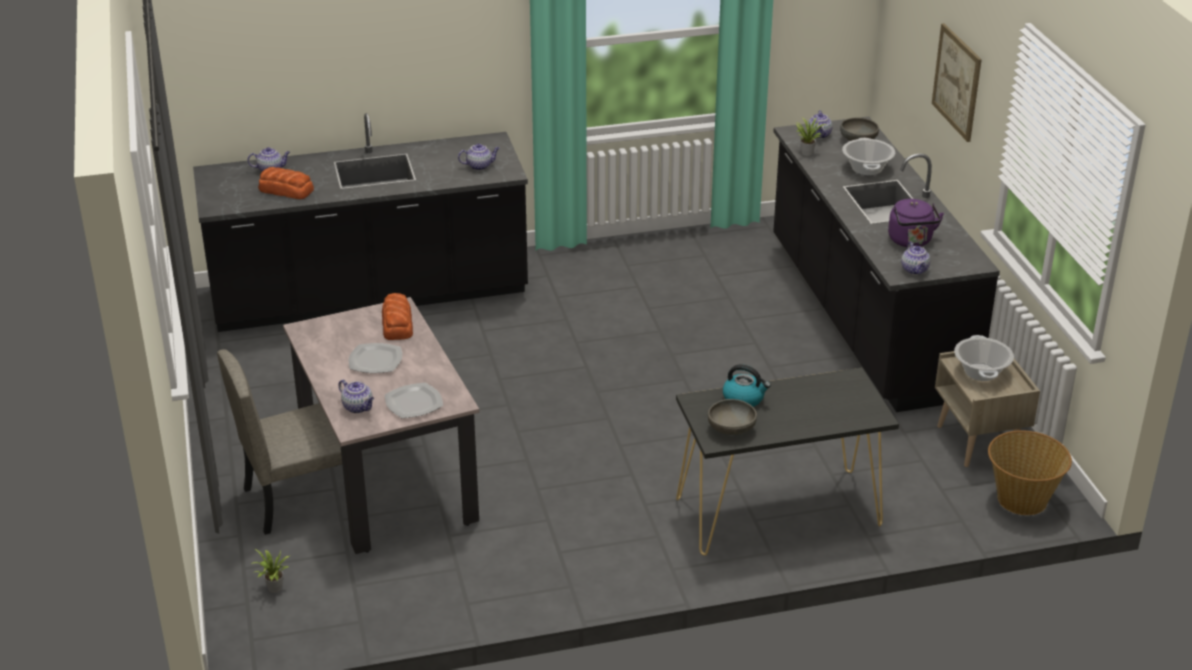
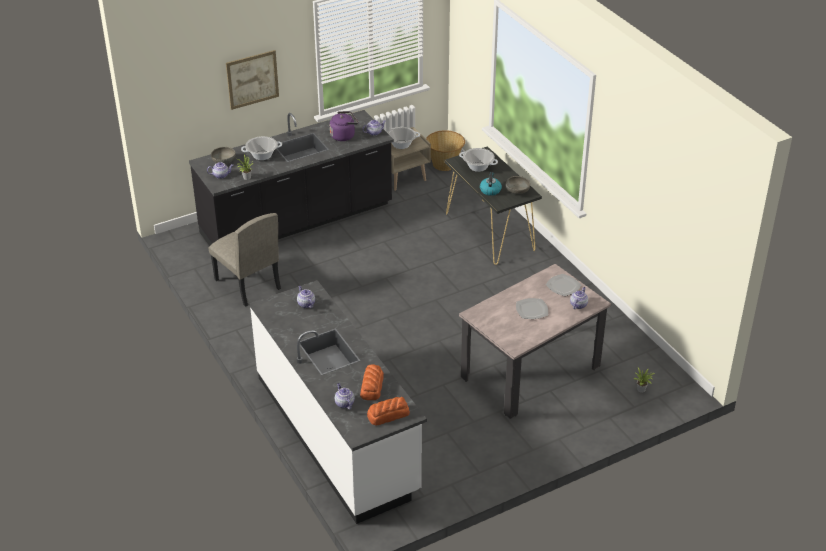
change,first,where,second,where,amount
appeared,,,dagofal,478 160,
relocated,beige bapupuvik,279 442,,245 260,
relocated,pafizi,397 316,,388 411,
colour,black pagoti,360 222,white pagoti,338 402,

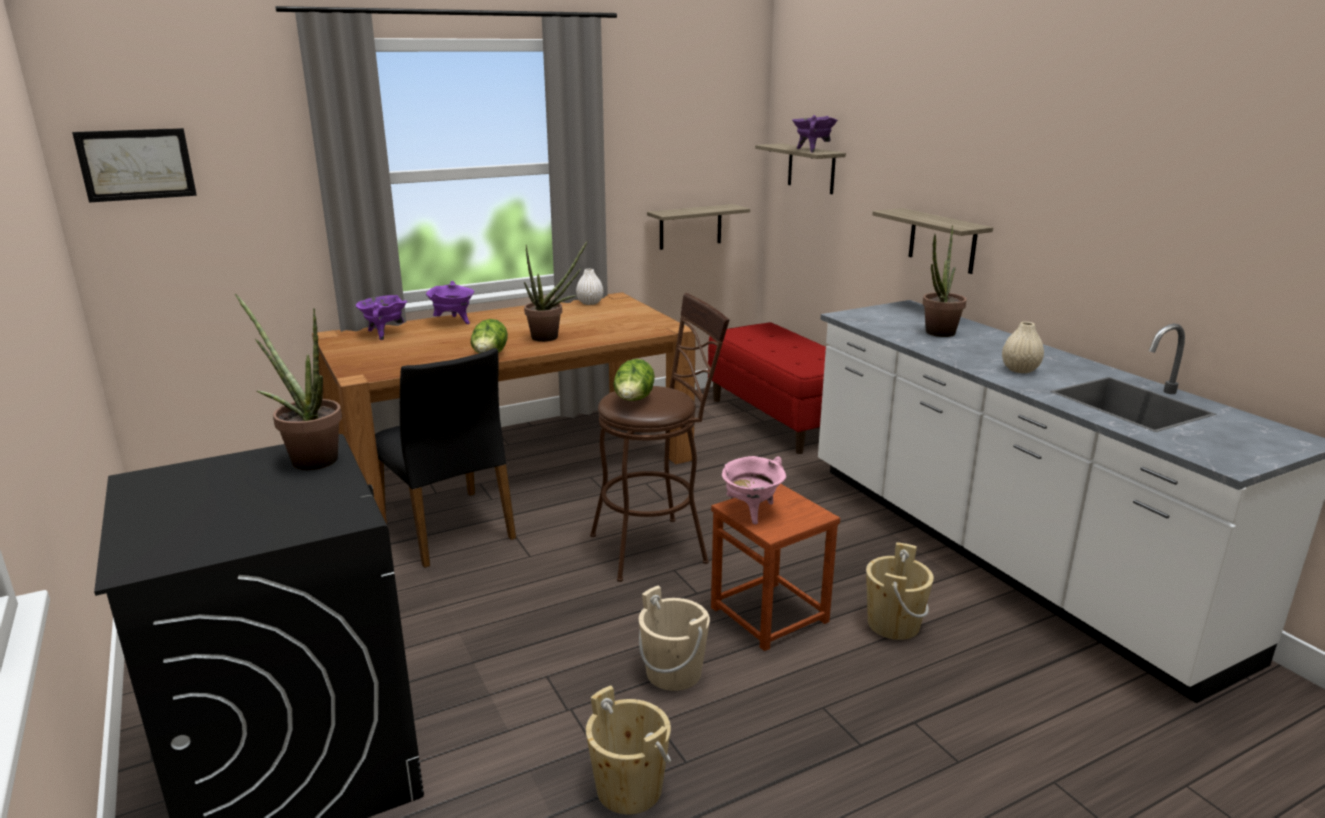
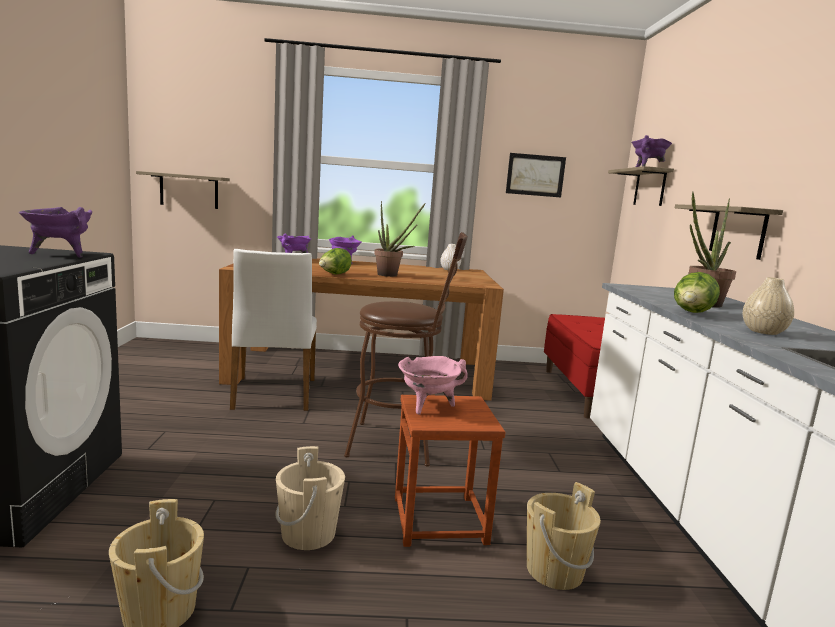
change,first,where,second,where,amount
relocated,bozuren,134 165,,536 175,
relocated,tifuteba,634 380,,697 292,
relocated,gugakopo,698 227,,183 190,
exchanged,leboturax,288 381,purple dagofal,55 232,
colour,black bapupuvik,445 458,white bapupuvik,273 330,

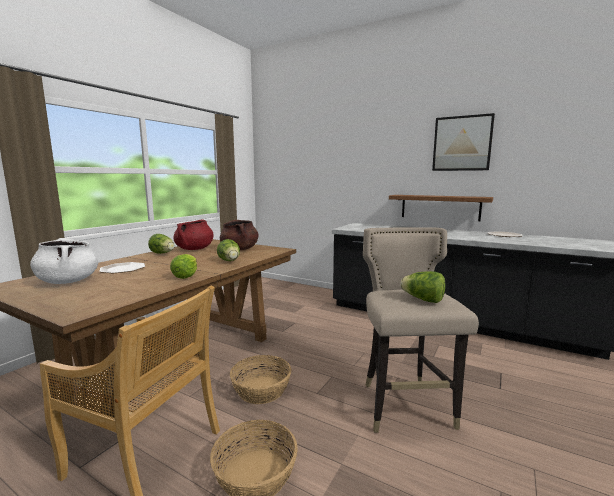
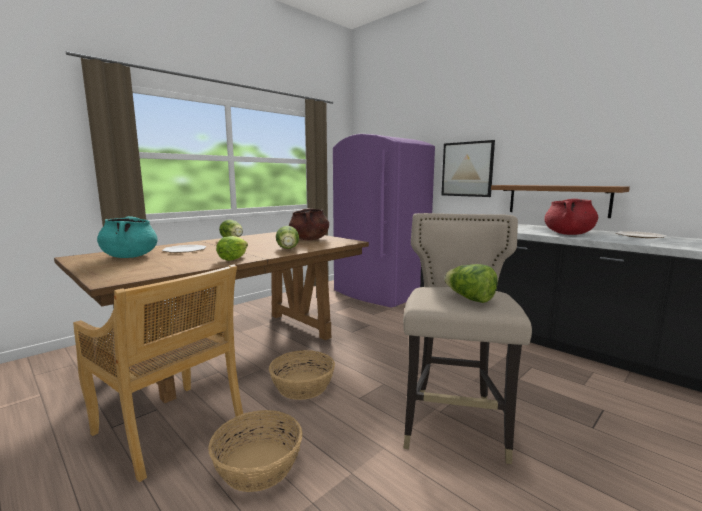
change,first,where,second,where,amount
appeared,,,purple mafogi,384 221,
relocated,red dagofal,193 234,,571 217,
relocated,bozuren,463 142,,468 168,
colour,white dagofal,64 261,turquoise dagofal,127 237,

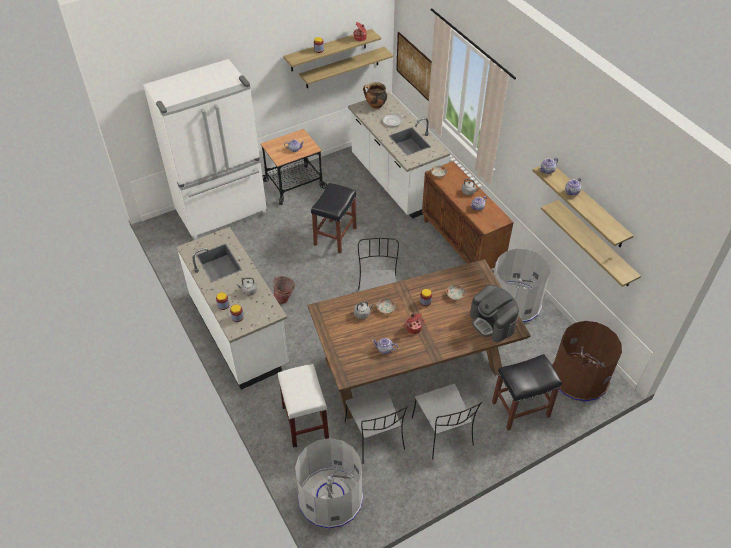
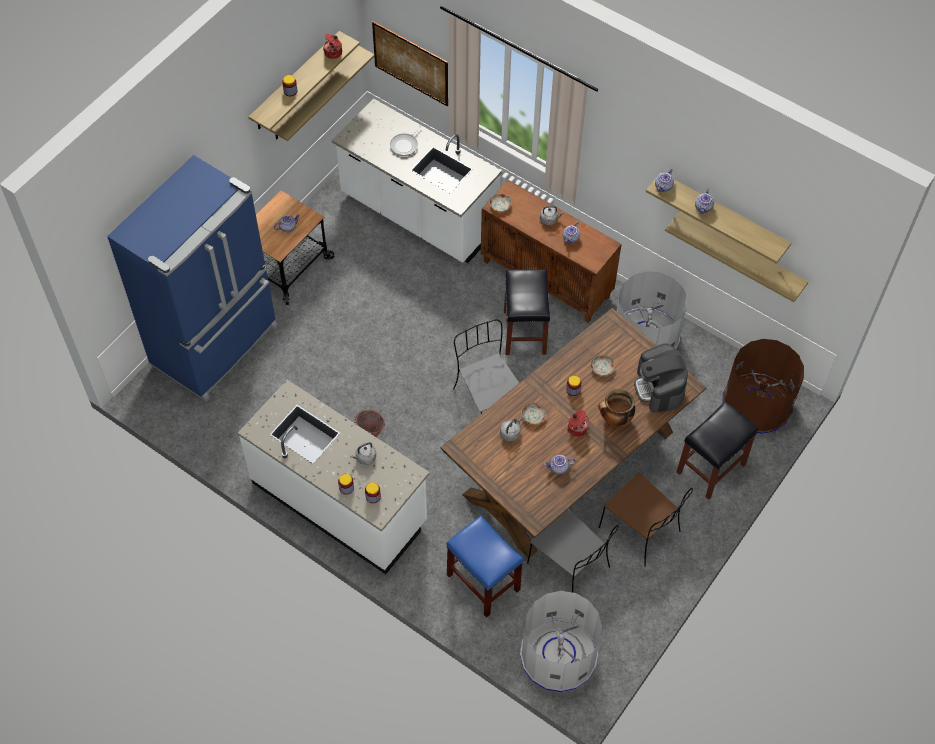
change,first,where,second,where,amount
relocated,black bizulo,334 218,,527 312,
relocated,dagofal,375 95,,616 407,
colour,white mafogi,205 149,blue mafogi,192 278,
colour,white bizulo,303 406,blue bizulo,485 567,
colour,grey bapupuvik,447 422,brown bapupuvik,646 519,
spun,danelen,494 313,,661 378,45 degrees clockwise

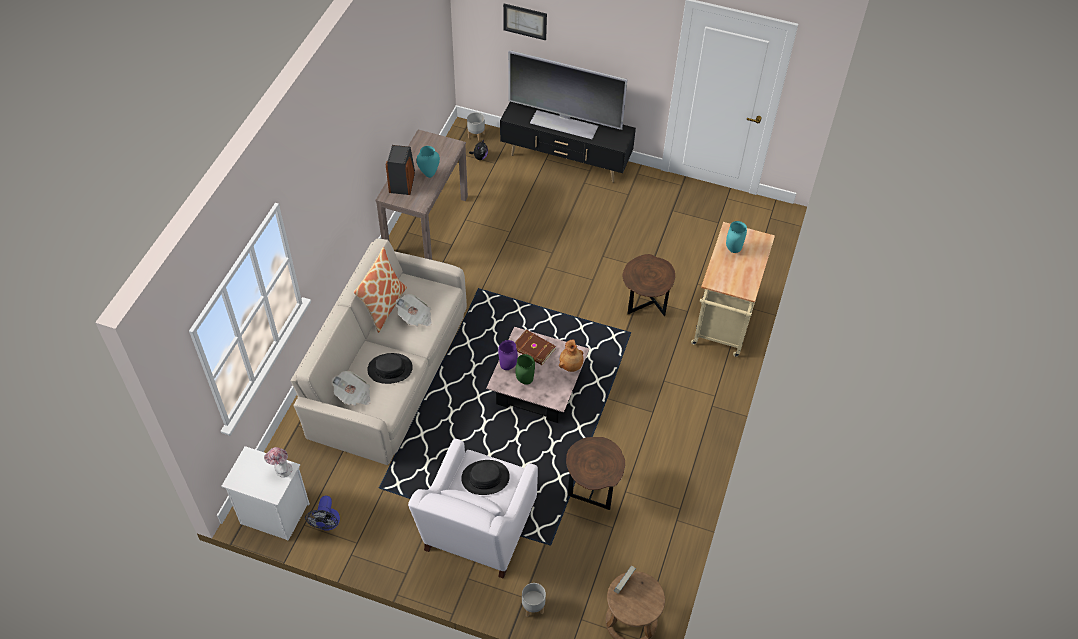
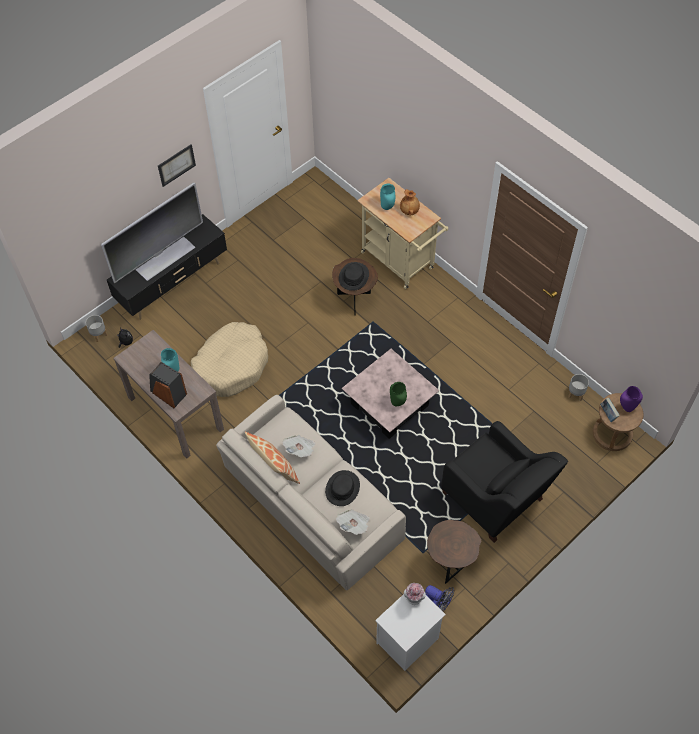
change,first,where,second,where,amount
missing,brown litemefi,535 347,,,
appeared,,,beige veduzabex,229 359,
relocated,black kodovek,485 477,,354 276,
relocated,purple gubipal,508 355,,631 399,
relocated,bozuren,525 22,,177 165,
relocated,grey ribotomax,534 600,,578 387,
relocated,brown gubipal,571 356,,410 202,
relocated,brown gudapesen,595 473,,454 552,
colour,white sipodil,473 509,black sipodil,504 482,

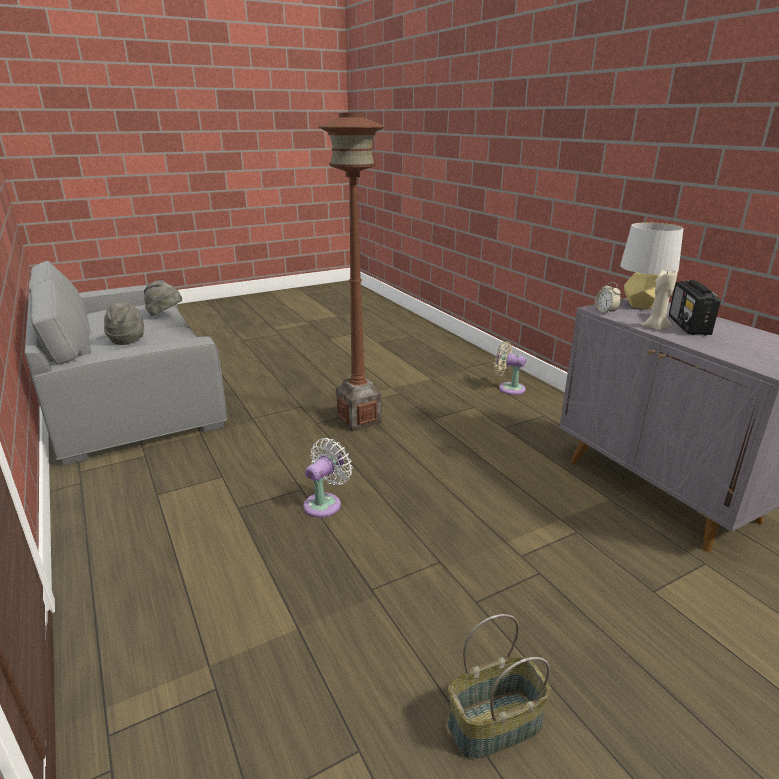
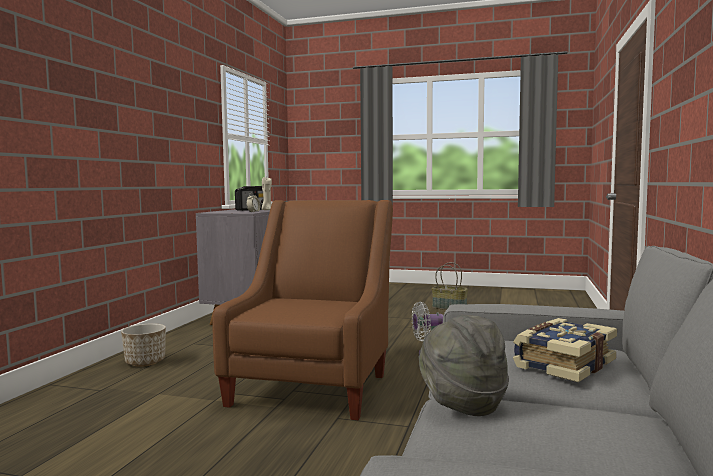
change,first,where,second,where,amount
missing,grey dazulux,651 265,,,
exchanged,grey kodovek,124 323,litemefi,565 350,
exchanged,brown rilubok,351 272,brown sipodil,302 310,
exchanged,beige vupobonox,510 368,ribotomax,143 345,

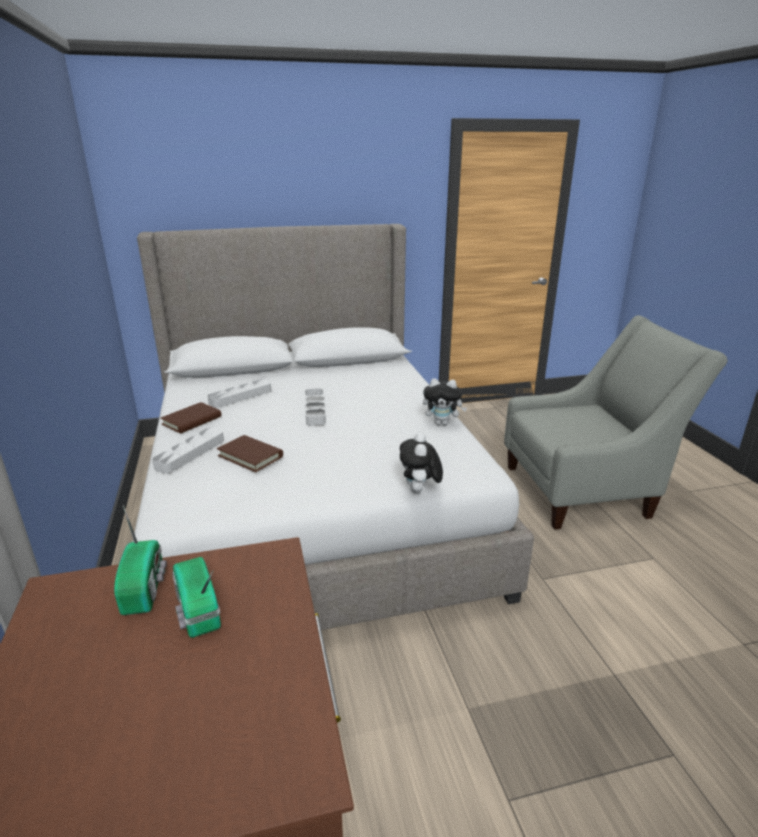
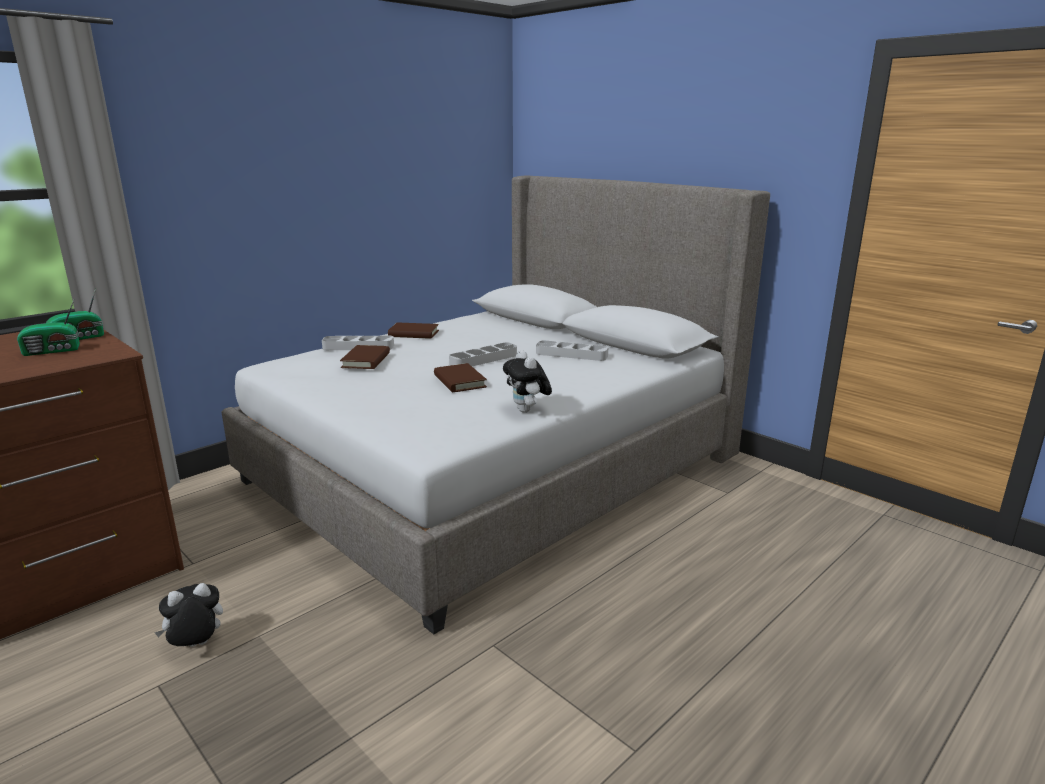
change,first,where,second,where,amount
missing,grey sipodil,616 422,,,
appeared,,,brown litemefi,460 377,
relocated,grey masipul,239 393,,572 350,
relocated,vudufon,421 463,,188 615,
spun,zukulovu,196 597,,48 328,150 degrees counterclockwise

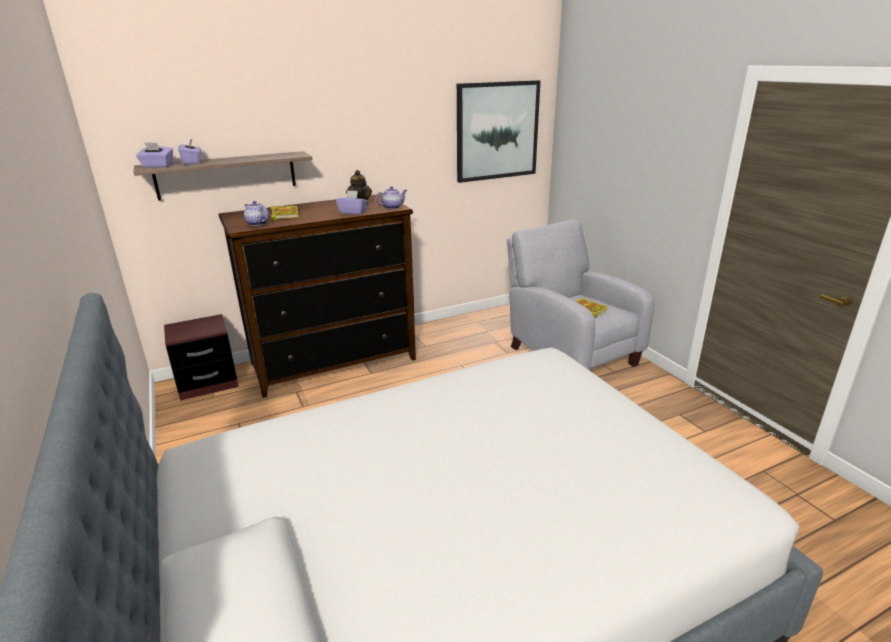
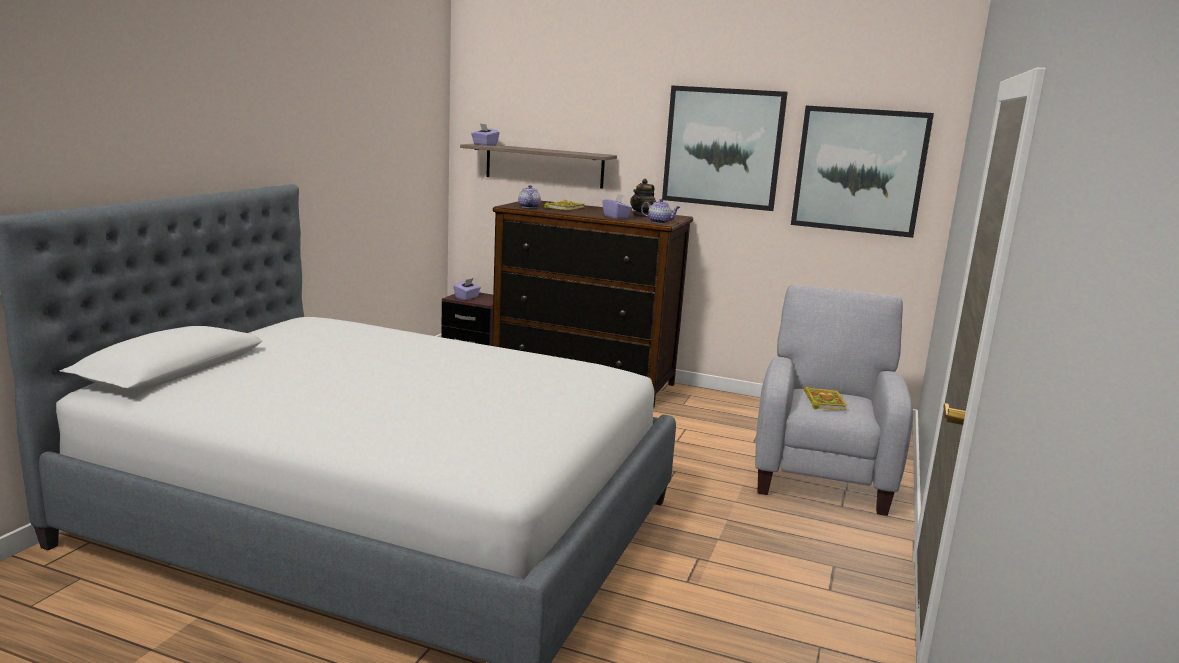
change,first,where,second,where,amount
appeared,,,bozuren,725 148,
relocated,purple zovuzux,189 152,,467 289,

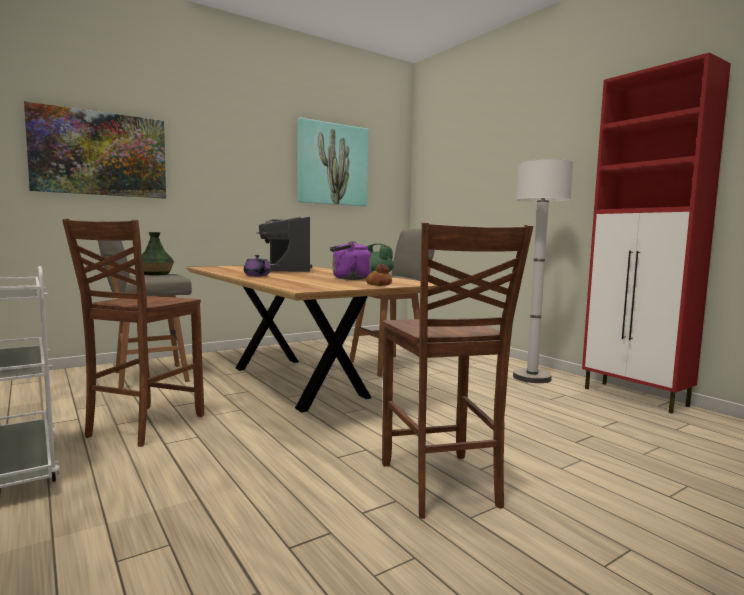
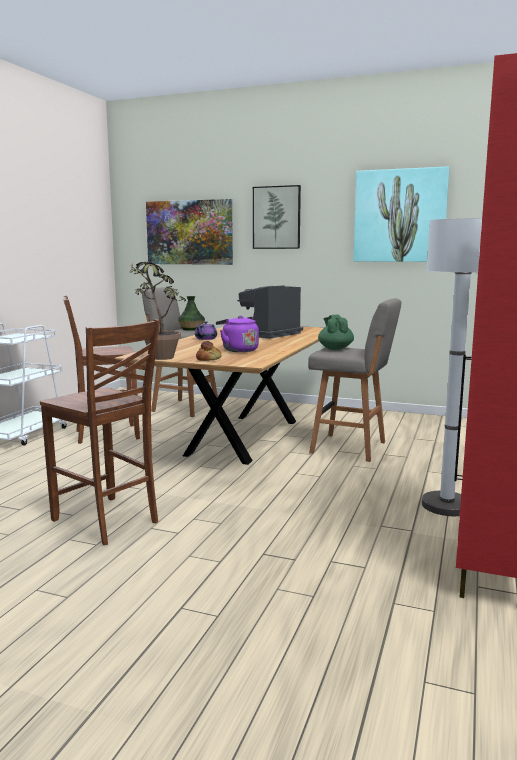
change,first,where,second,where,amount
appeared,,,leboturax,158 311,
appeared,,,bozuren,277 217,
spun,brown bapupuvik,457 370,,100 432,90 degrees counterclockwise

